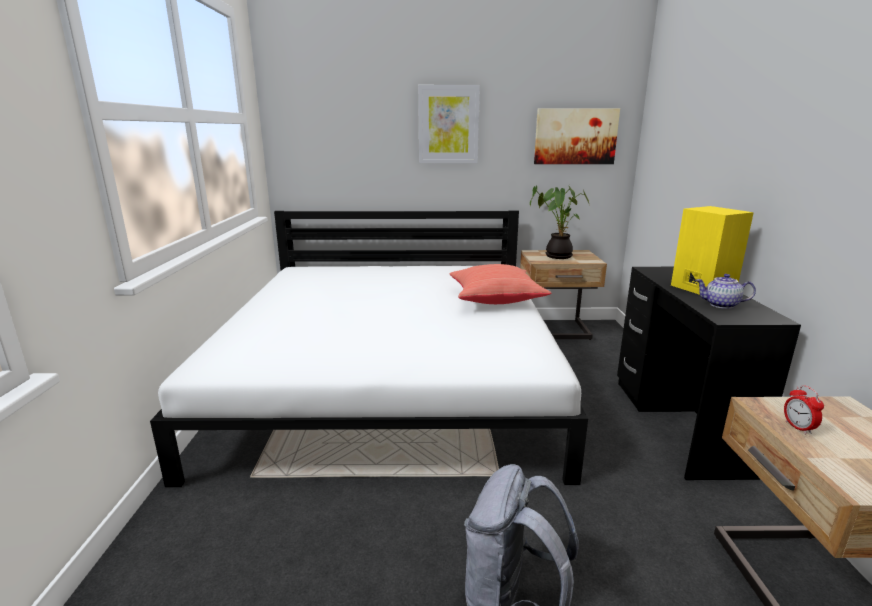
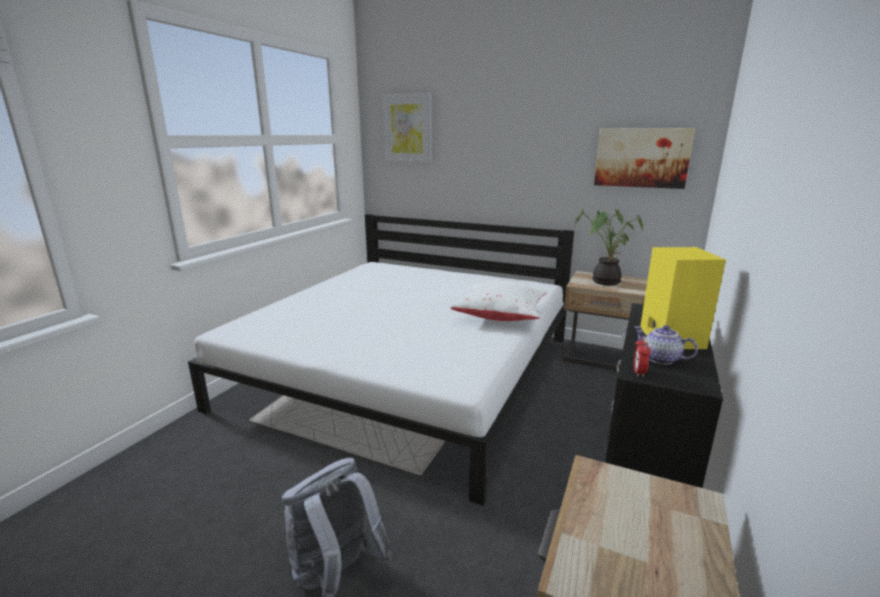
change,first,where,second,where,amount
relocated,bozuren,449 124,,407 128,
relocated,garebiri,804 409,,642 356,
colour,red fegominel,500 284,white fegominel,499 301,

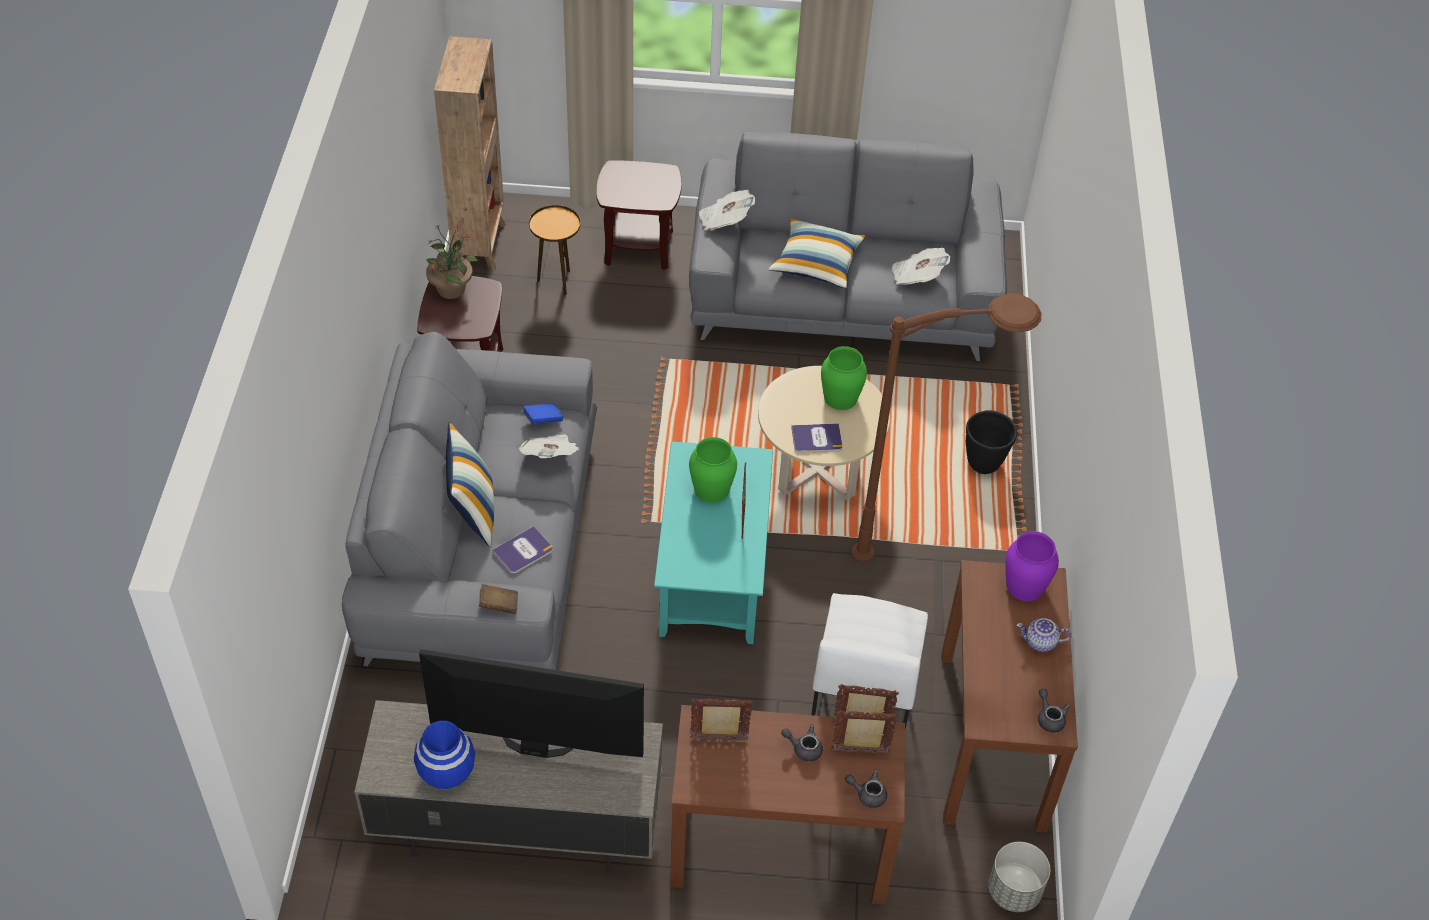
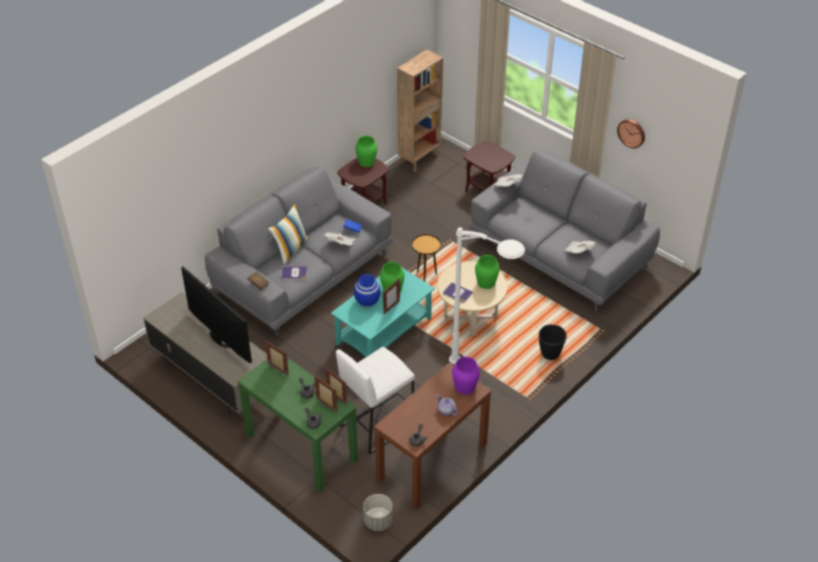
change,first,where,second,where,amount
missing,fegominel,817 253,,,
appeared,,,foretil,631 133,
relocated,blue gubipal,444 755,,367 291,
relocated,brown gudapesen,555 250,,426 257,
exchanged,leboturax,452 261,green gubipal,366 151,
colour,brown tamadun,787 805,green tamadun,298 425,
colour,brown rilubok,946 427,white rilubok,487 295,

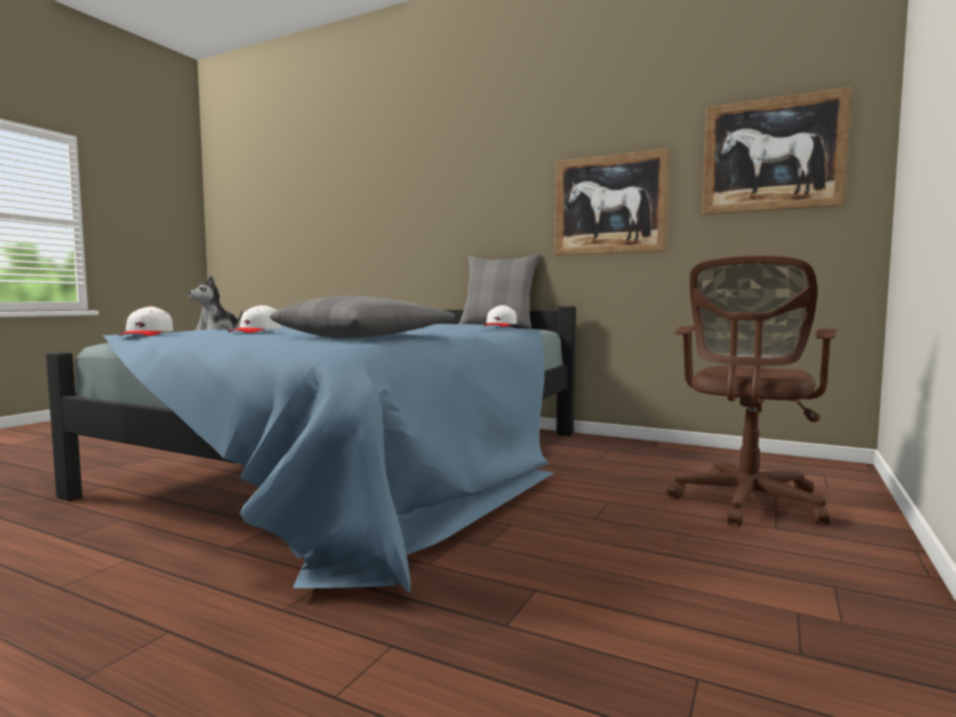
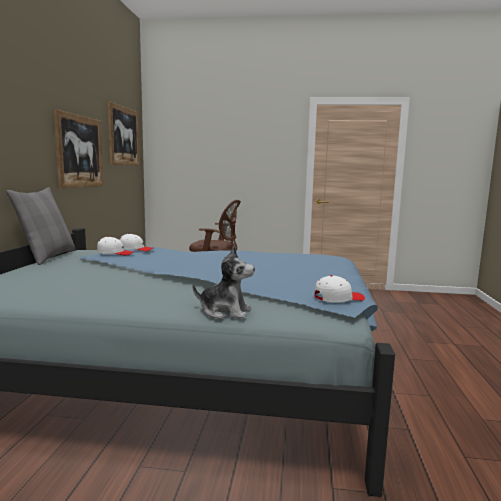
change,first,where,second,where,amount
missing,grey fegominel,362 317,,,
relocated,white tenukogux,254 319,,115 245,

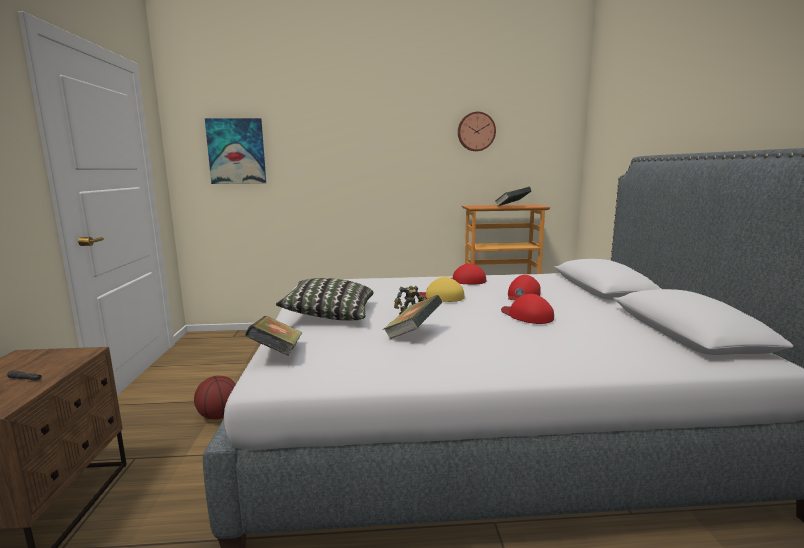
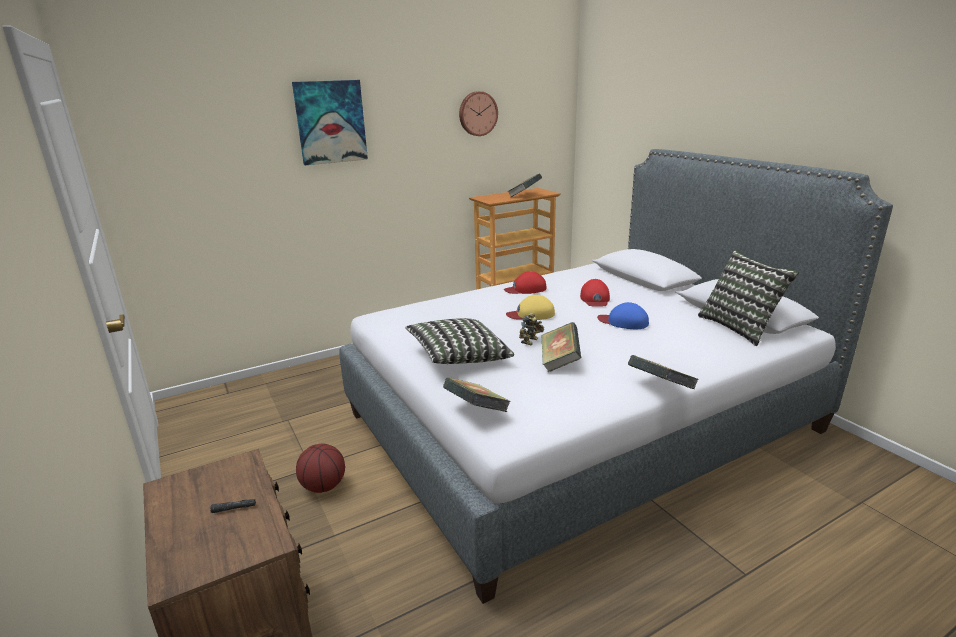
change,first,where,second,where,amount
appeared,,,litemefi,663 372,
appeared,,,fegominel,748 298,
relocated,bozuren,235 151,,330 122,
colour,red tenukogux,527 309,blue tenukogux,623 315,

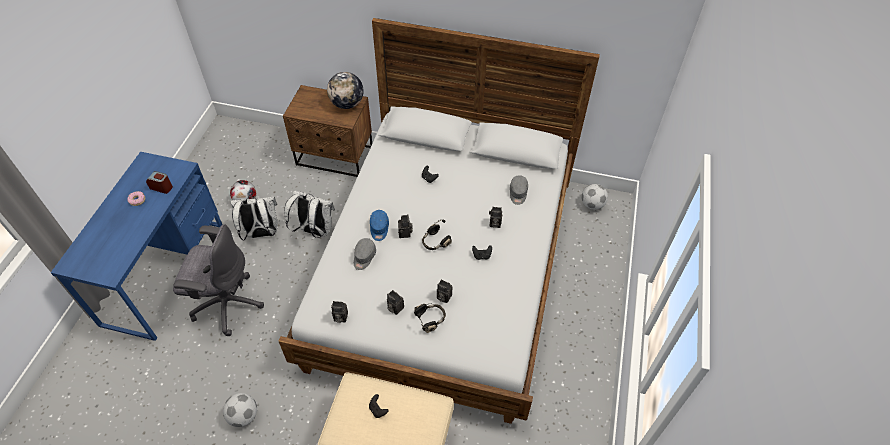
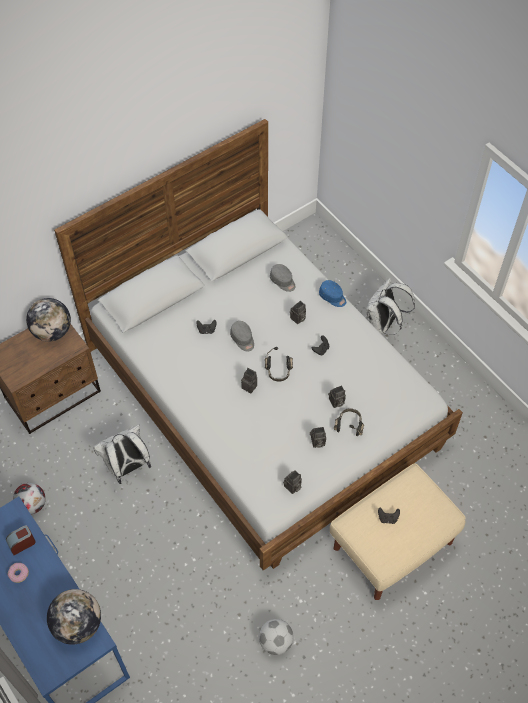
change,first,where,second,where,amount
missing,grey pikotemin,218 280,,,
missing,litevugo,594 197,,,
appeared,,,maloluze,74 617,
relocated,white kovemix,254 219,,390 306,
relocated,grey tenukogux,365 254,,242 336,
relocated,blue tenukogux,379 225,,332 293,

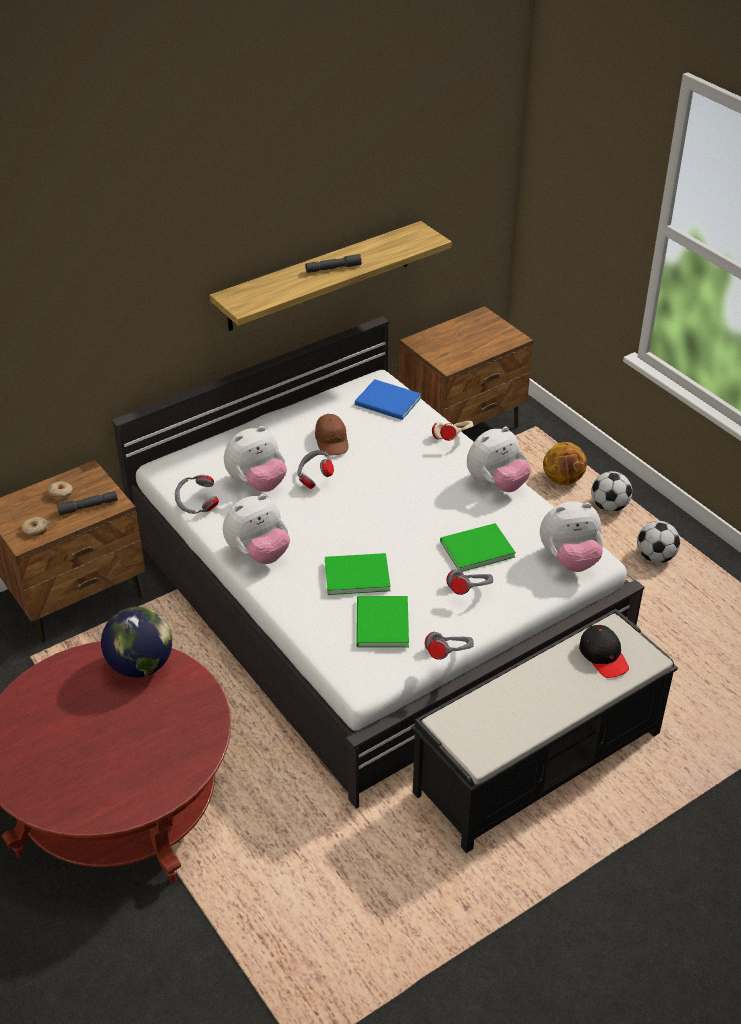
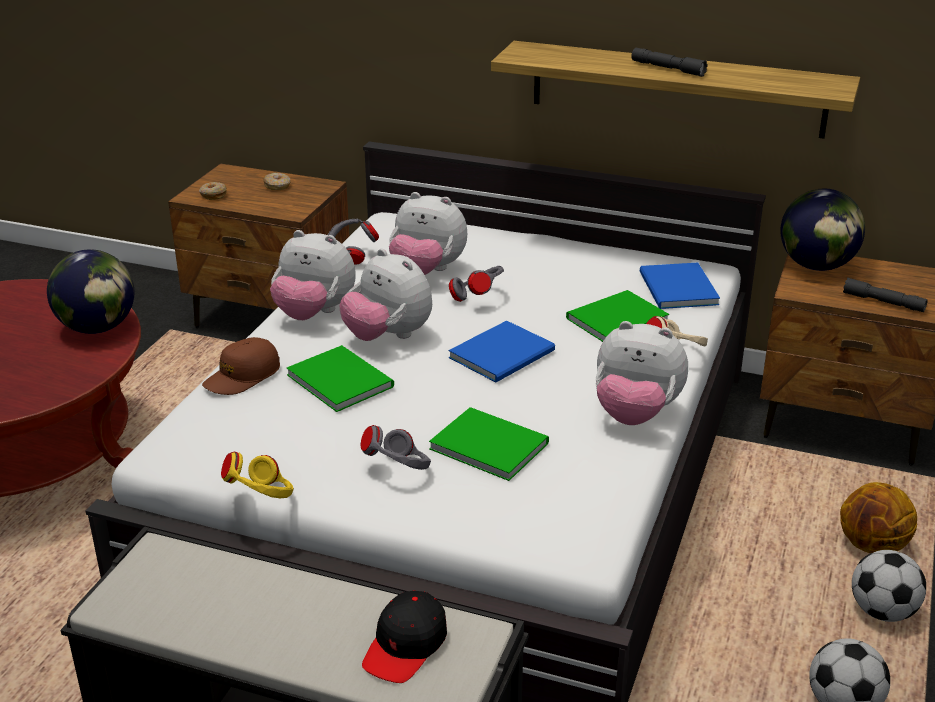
change,first,where,second,where,amount
appeared,,,blue litemefi,502 351,
appeared,,,maloluze,822 230,
relocated,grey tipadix,87 503,,885 295,
relocated,brown tenukogux,332 435,,241 366,
relocated,green litemefi,382 621,,617 316,
relocated,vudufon,571 536,,386 295,
colour,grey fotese,449 646,yellow fotese,257 474,

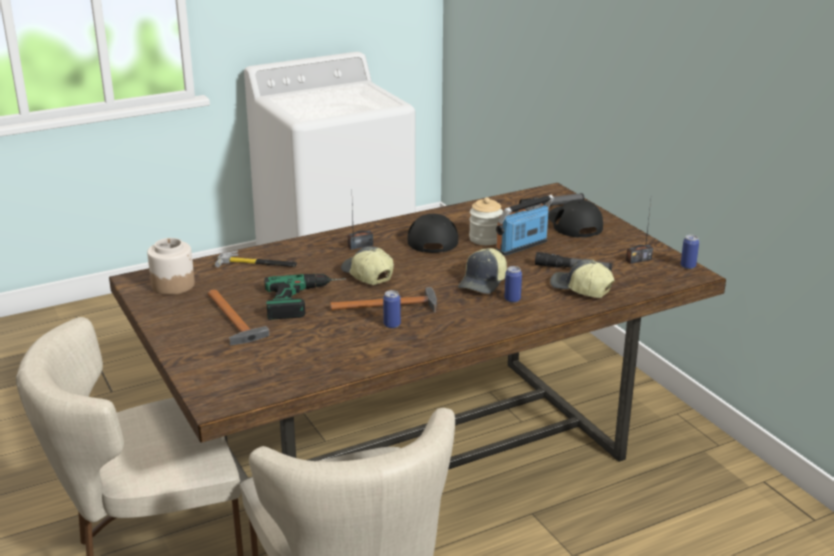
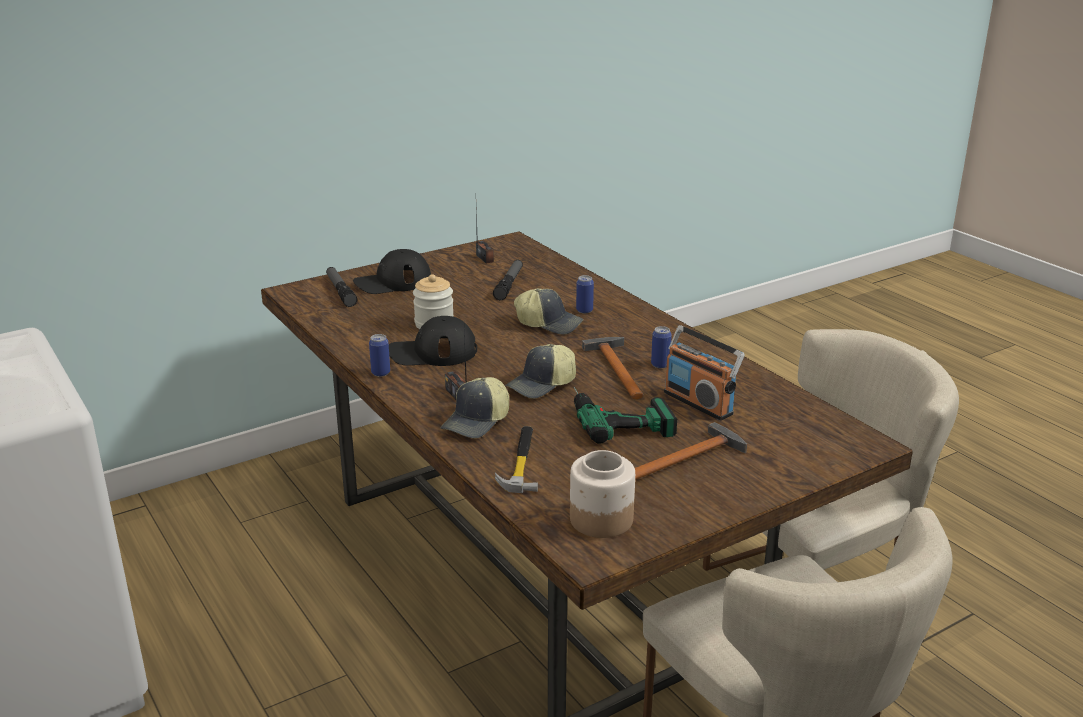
change,first,where,second,where,amount
relocated,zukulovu,525 225,,704 372,
relocated,tenukogux,582 278,,475 407,
relocated,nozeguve,690 252,,379 355,

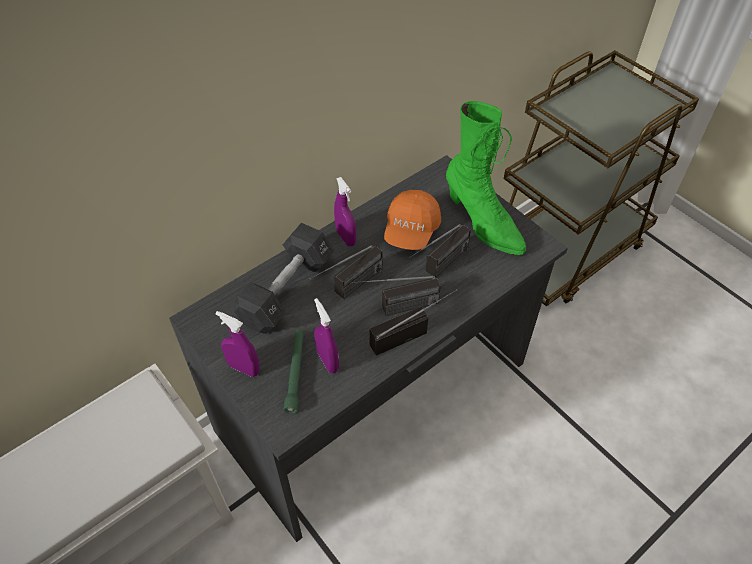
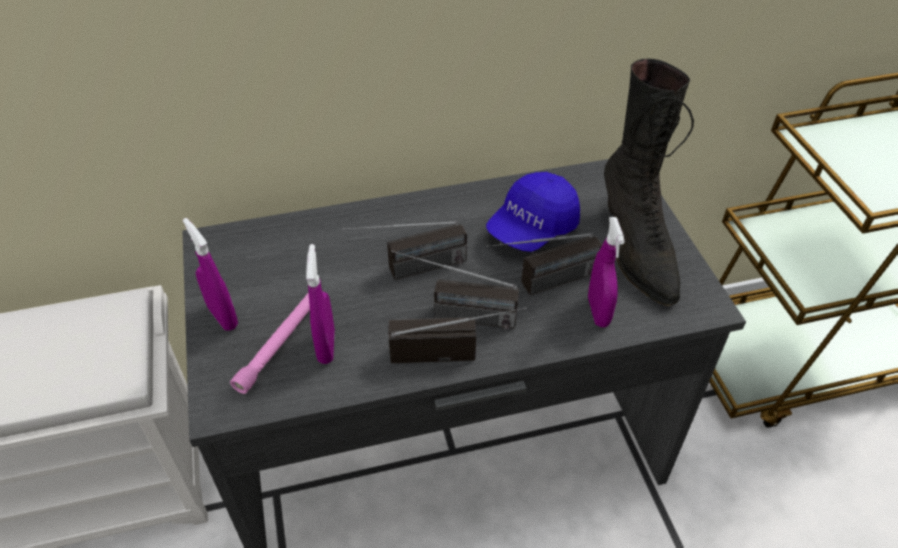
change,first,where,second,where,amount
missing,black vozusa,282 278,,,
relocated,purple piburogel,345 211,,606 272,
colour,green tipadix,293 371,pink tipadix,270 343,
colour,orange tenukogux,412 220,blue tenukogux,533 212,
colour,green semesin,486 178,black semesin,649 182,

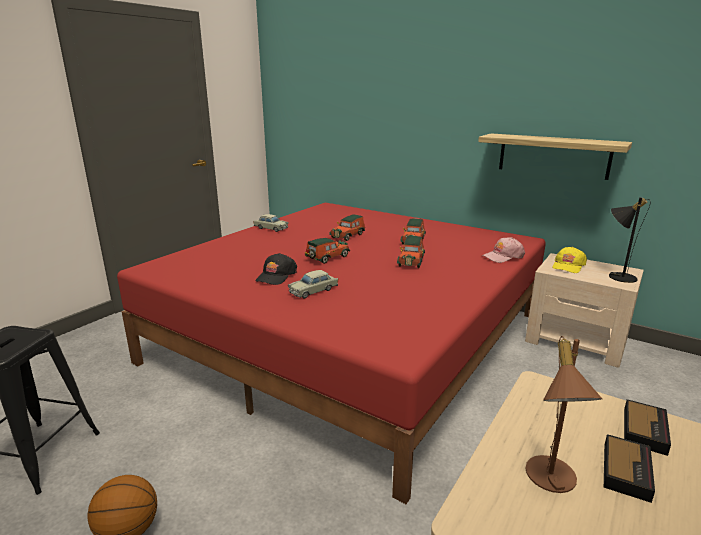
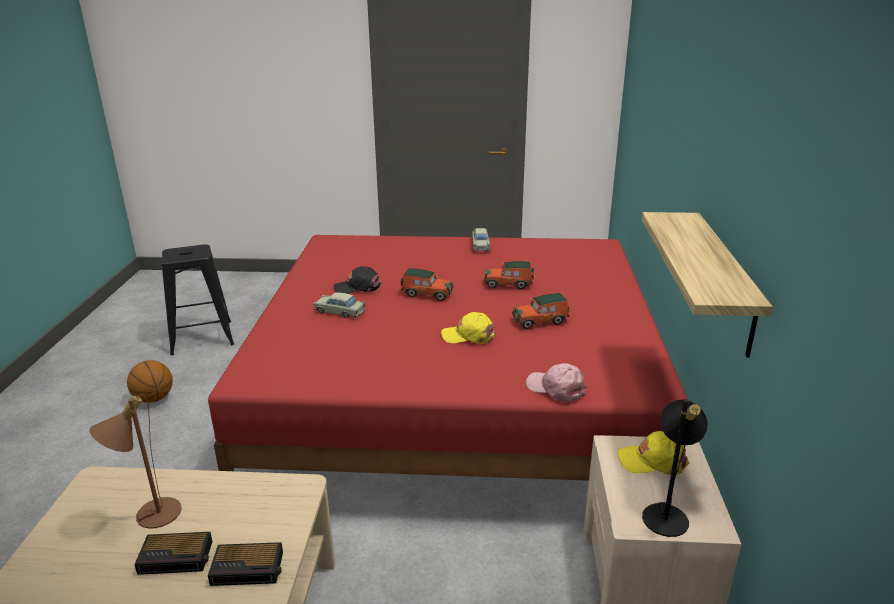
change,first,where,second,where,amount
exchanged,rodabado,411 252,yellow tenukogux,468 327,

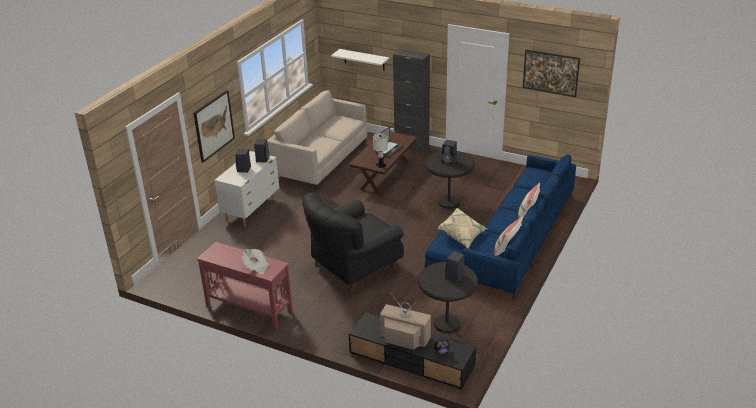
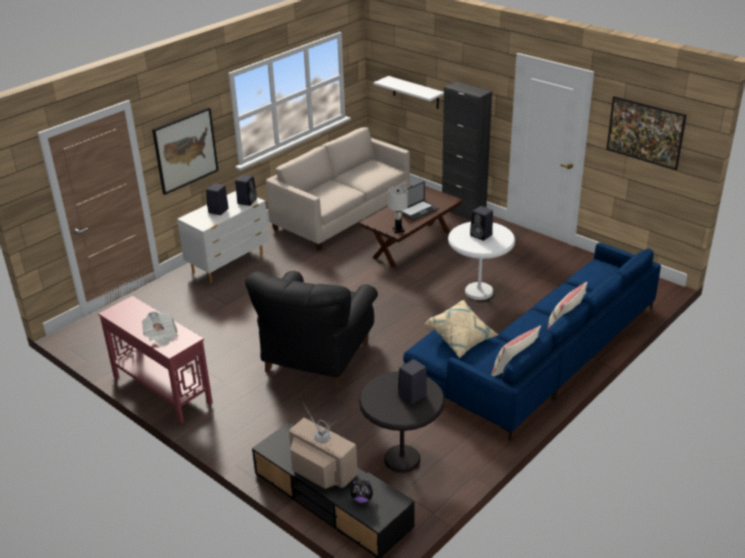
change,first,where,second,where,amount
colour,black gudapesen,449 180,white gudapesen,481 261,
spun,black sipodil,353 242,,311 329,45 degrees counterclockwise

